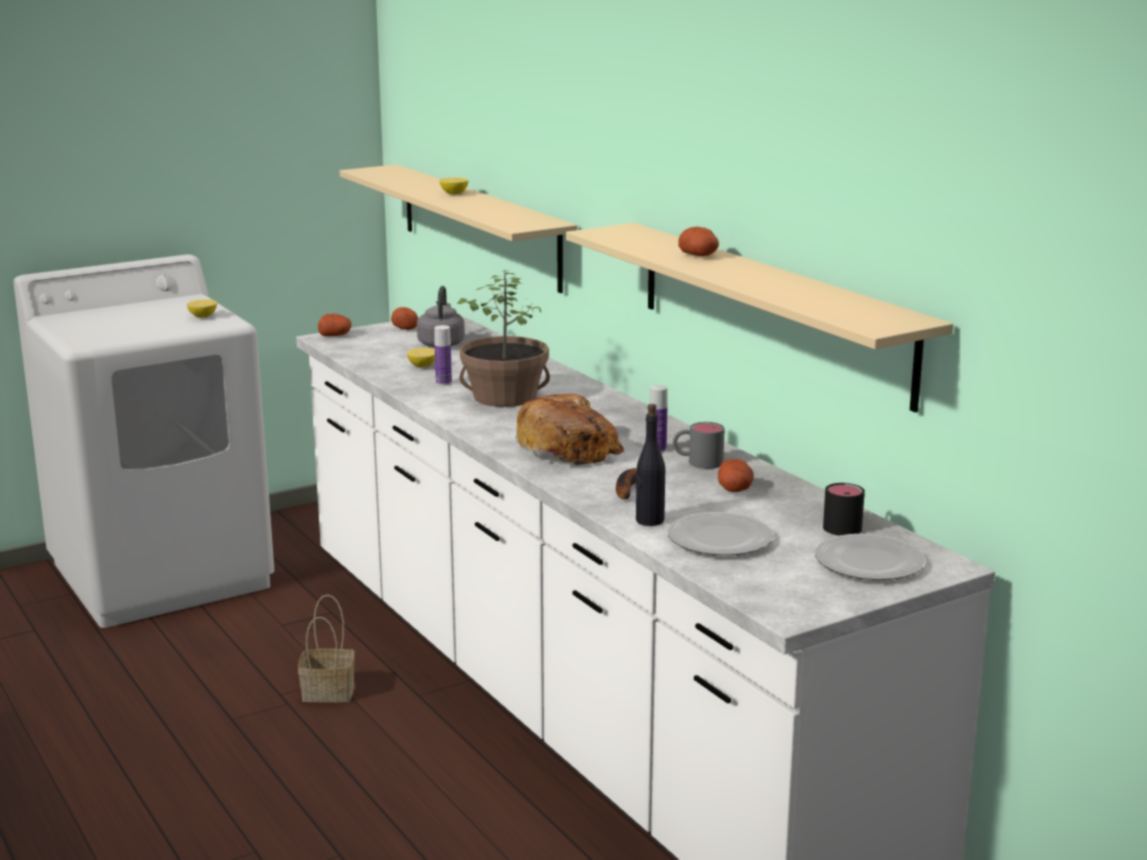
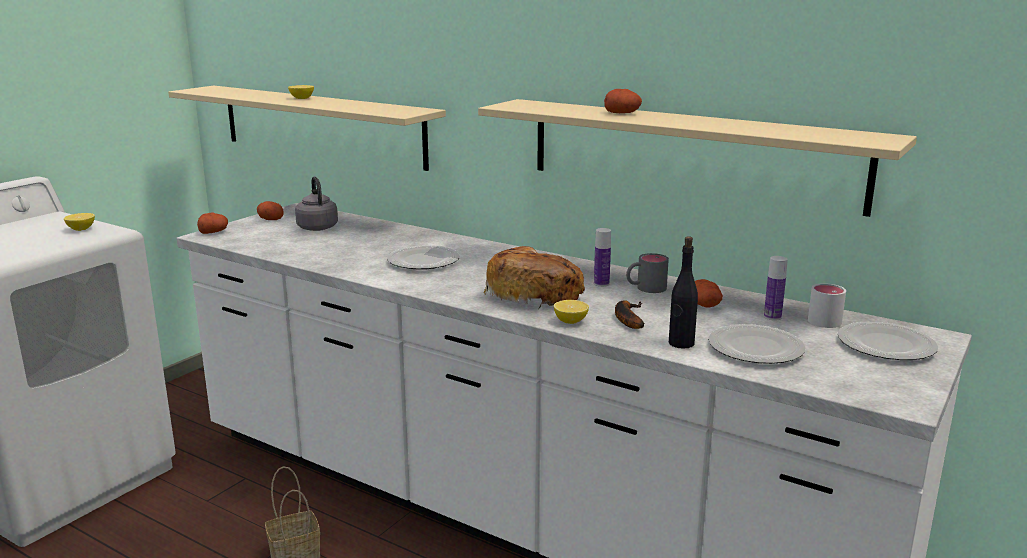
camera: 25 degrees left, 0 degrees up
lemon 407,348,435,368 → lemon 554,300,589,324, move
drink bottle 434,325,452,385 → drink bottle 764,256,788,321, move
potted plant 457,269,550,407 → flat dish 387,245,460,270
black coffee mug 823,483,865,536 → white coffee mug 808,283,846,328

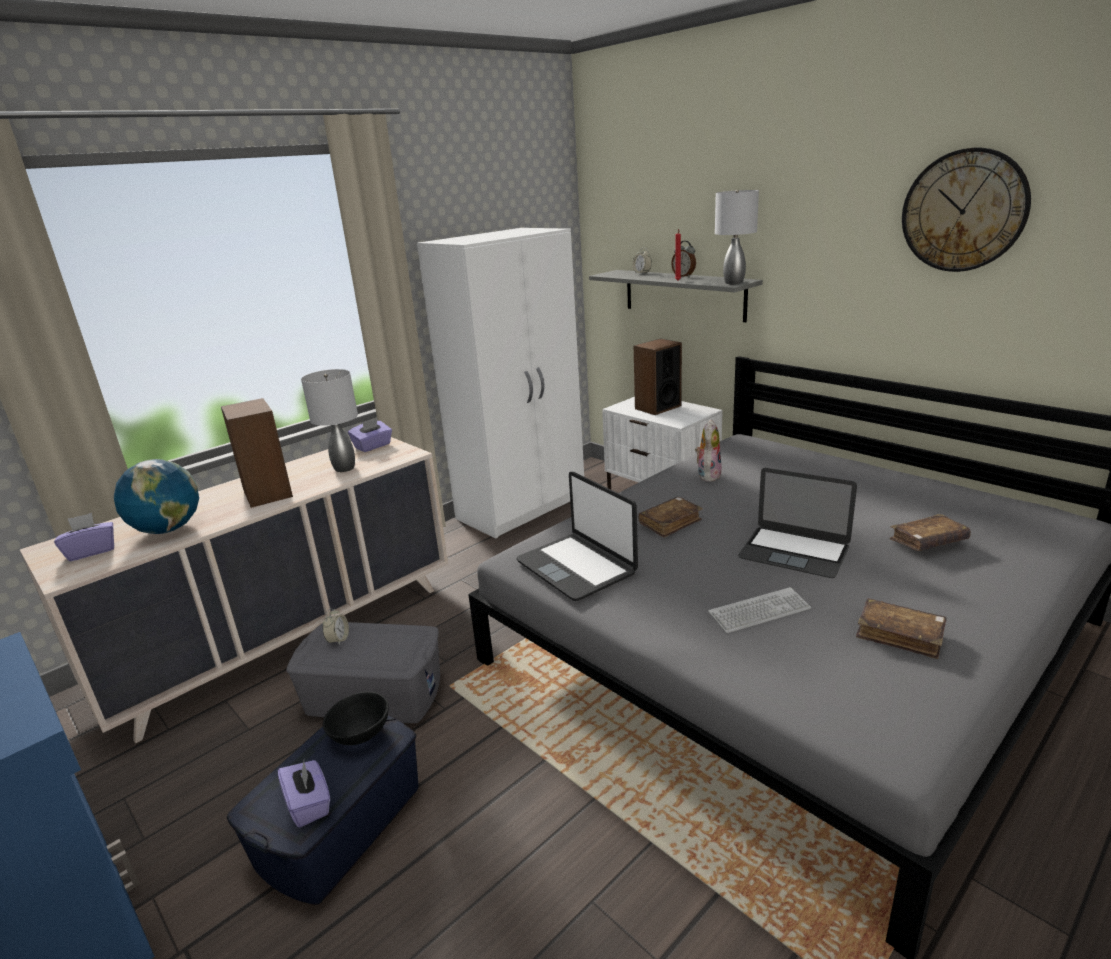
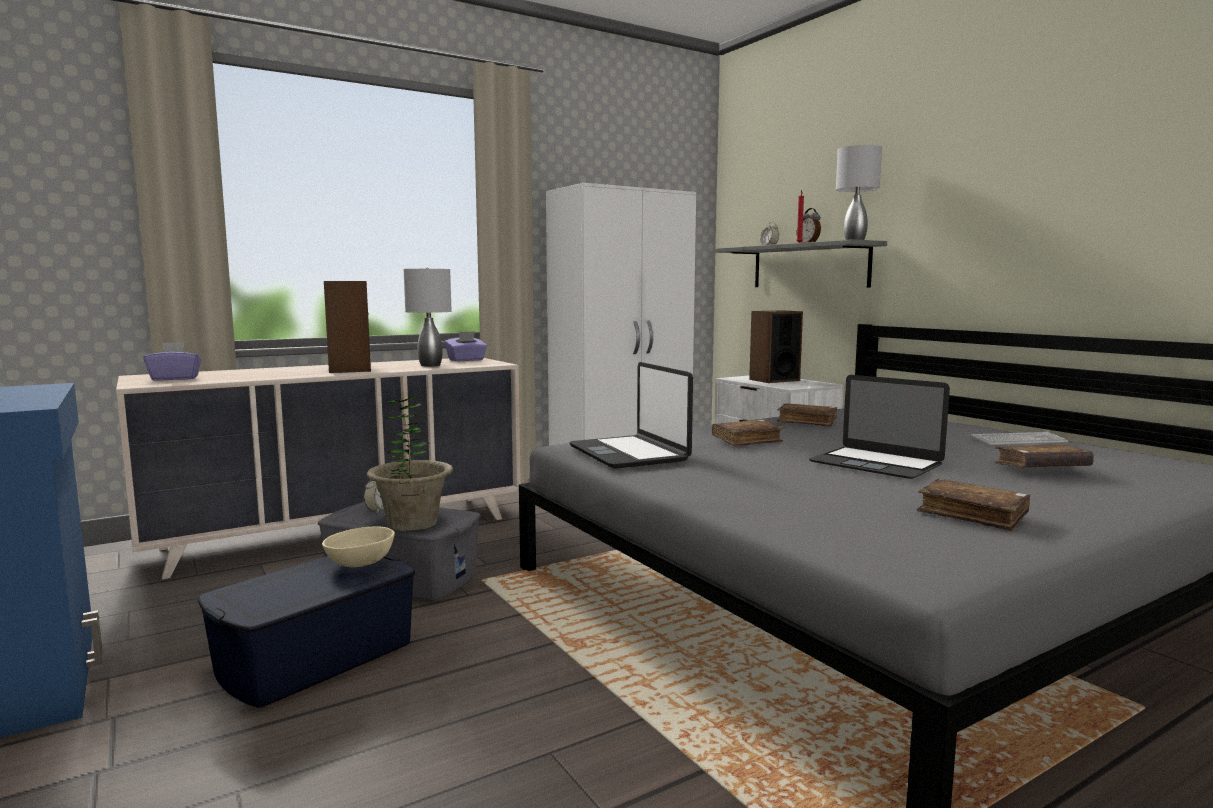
camera: 10 degrees right, 15 degrees down
desk globe 114,459,199,534 → -
purple box of tissues 278,760,330,827 → -
black serving bowl 323,692,389,745 → beige-coloured serving bowl 322,526,395,567
soft toy 695,420,722,482 → brown volume 777,403,838,427
keyboard 708,587,811,633 → keyboard 971,432,1069,445, move
clock on the wall 902,148,1031,272 → -
- → potted plant 367,395,453,531

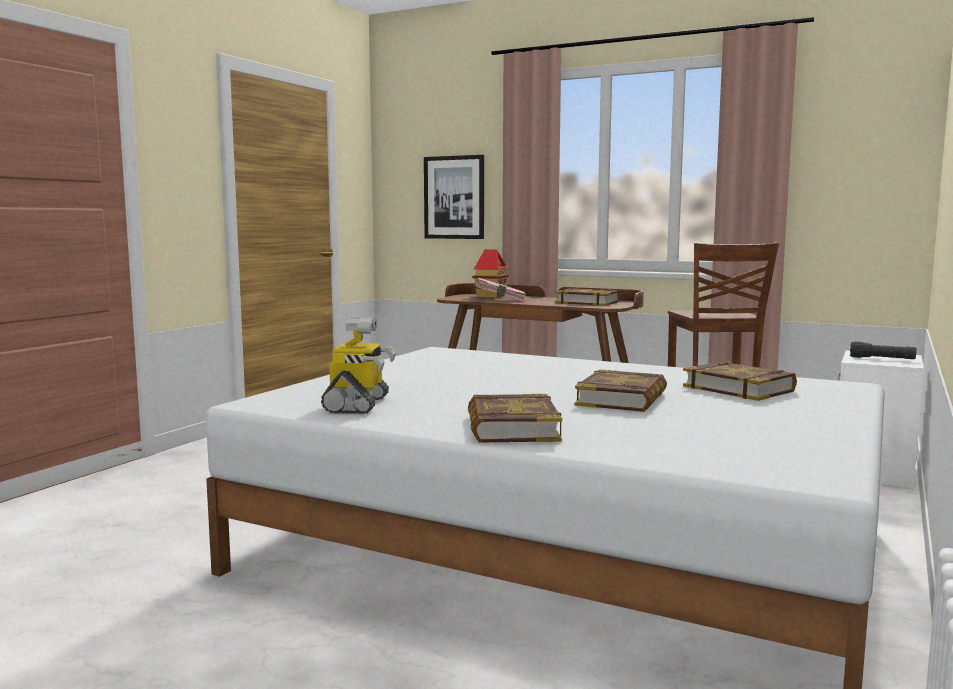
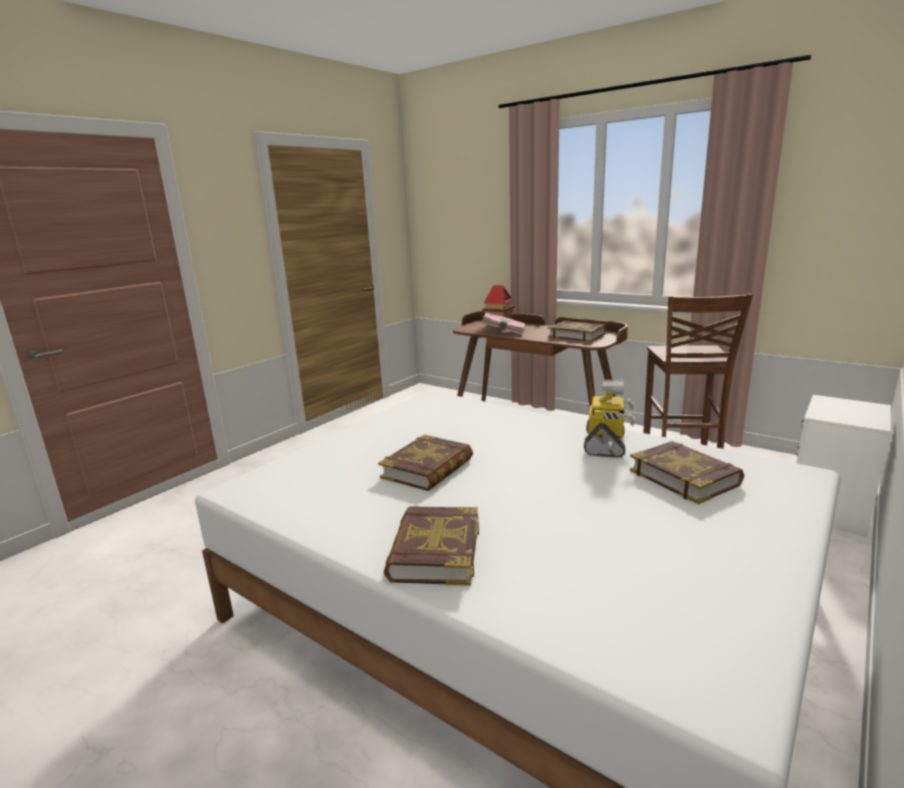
camera: 10 degrees right, 10 degrees up
model robot 321,317,396,414 → model robot 584,379,635,458, move
wall picture 424,155,484,239 → -
volume 575,369,667,412 → volume 378,434,473,491, move
black hand torch 850,341,916,359 → -

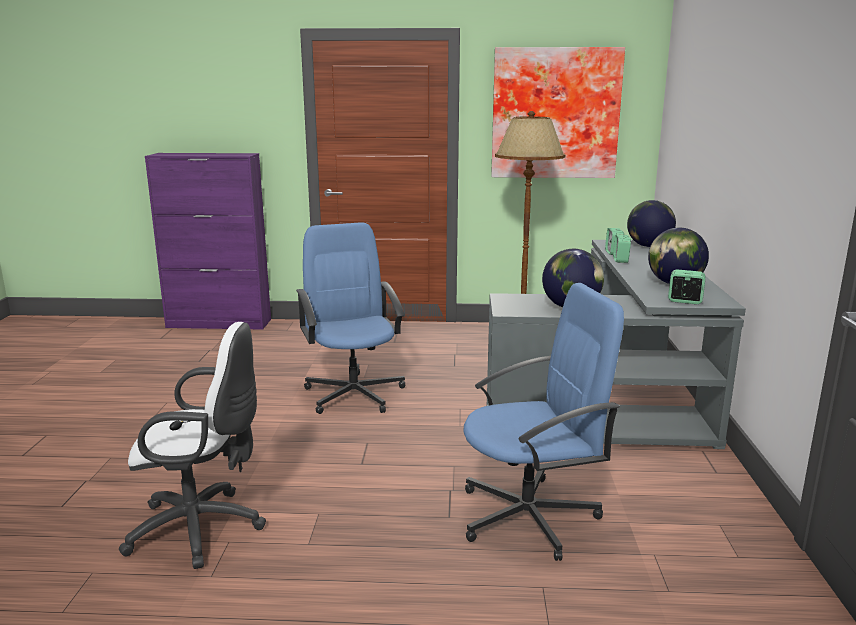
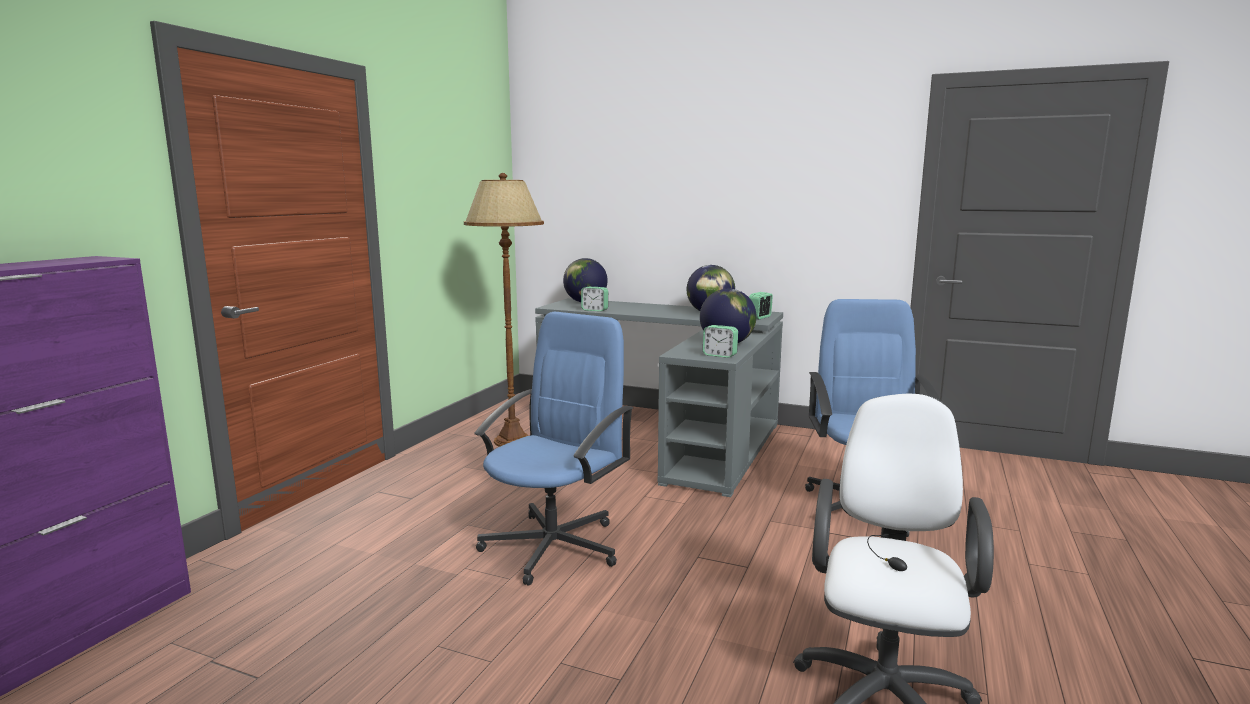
camera: 70 degrees left, 5 degrees down
bluish desk chair 296,222,405,414 → bluish desk chair 474,311,634,586, 120 degrees clockwise
wall picture 491,47,625,178 → -
bedside clock 613,234,631,263 → bedside clock 703,325,738,358, move

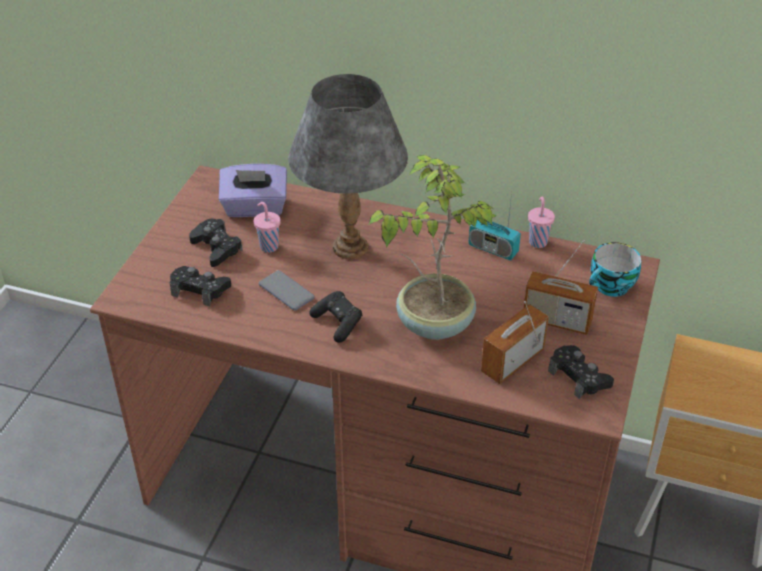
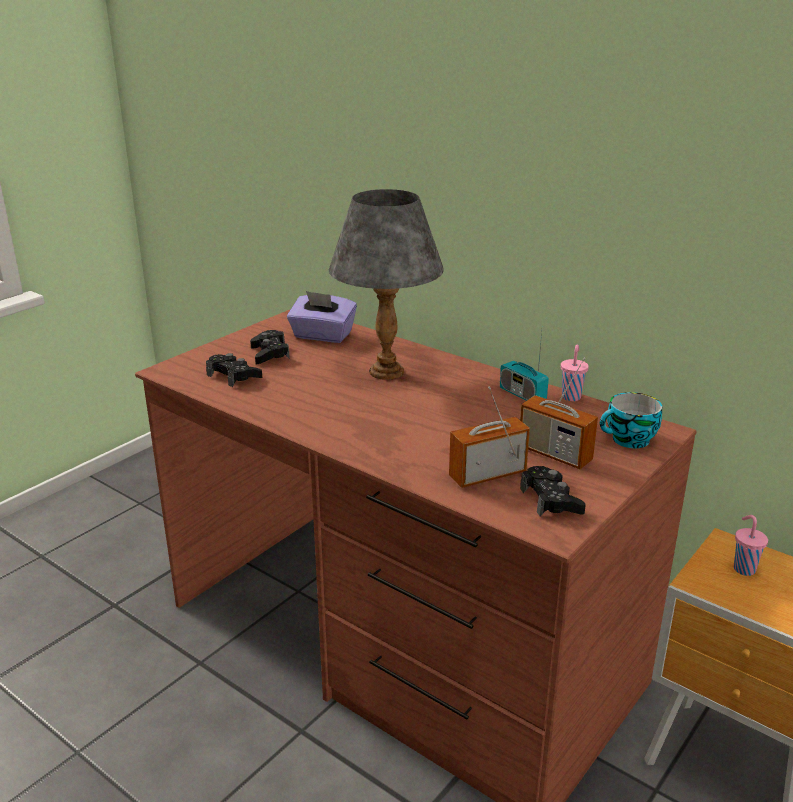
camera: 20 degrees right, 15 degrees down
pink drinking cup 254,202,281,253 → pink drinking cup 734,515,768,576, move
telephone 259,270,314,310 → -
black gamepad 310,291,363,343 → -
potted plant 368,155,496,340 → -

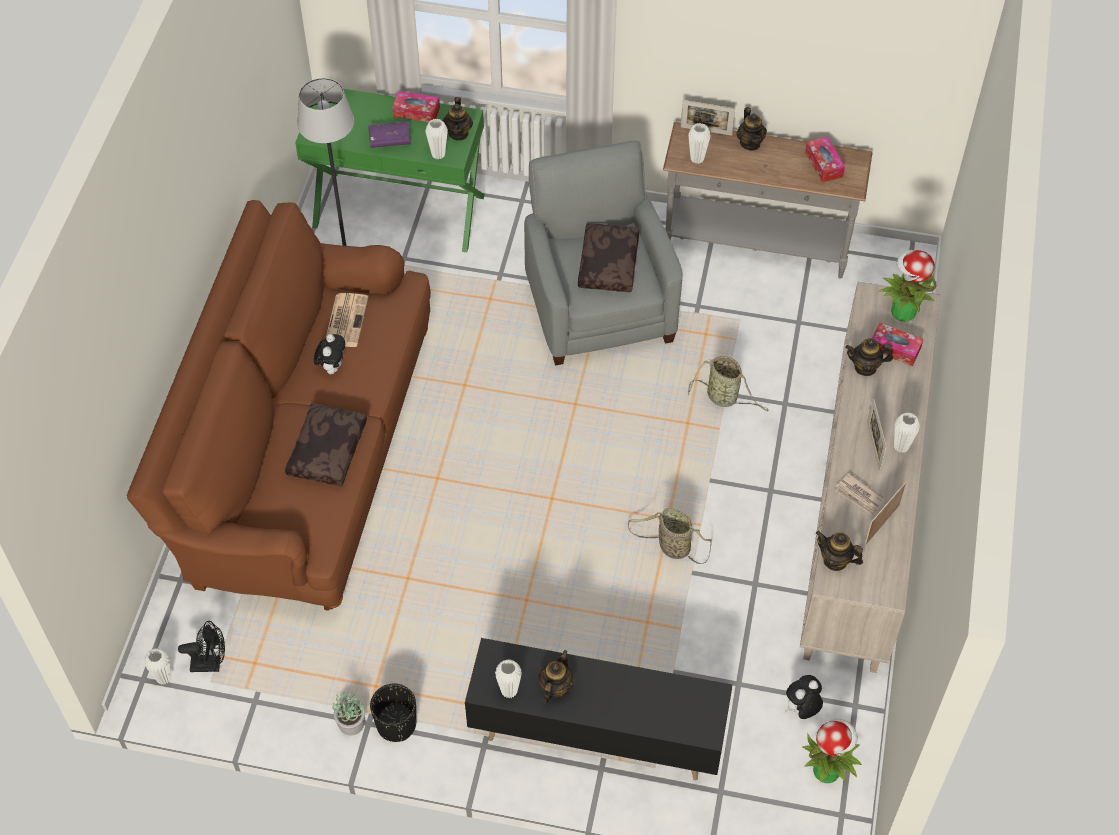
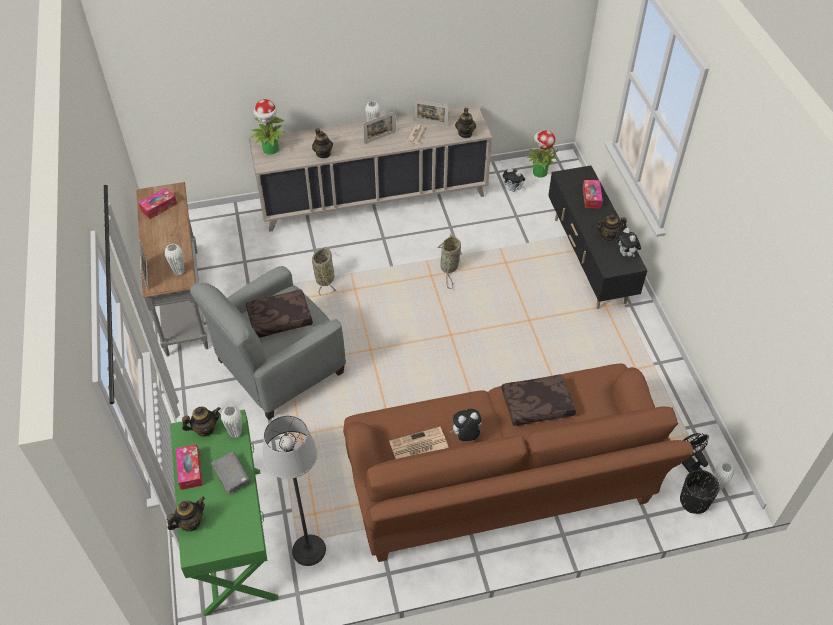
camera: 115 degrees left, 5 degrees down
potted plant 332,690,365,735 → -
purple volume 368,121,411,148 → gray volume 211,451,251,495
black flower pot 370,684,416,742 → black flower pot 680,470,720,514, move
white flower vase 495,659,522,698 → soft toy 616,228,641,257
pot for tea 737,107,767,151 → pot for tea 167,497,205,531, move
box of tissues 872,323,924,366 → box of tissues 583,180,603,209, move

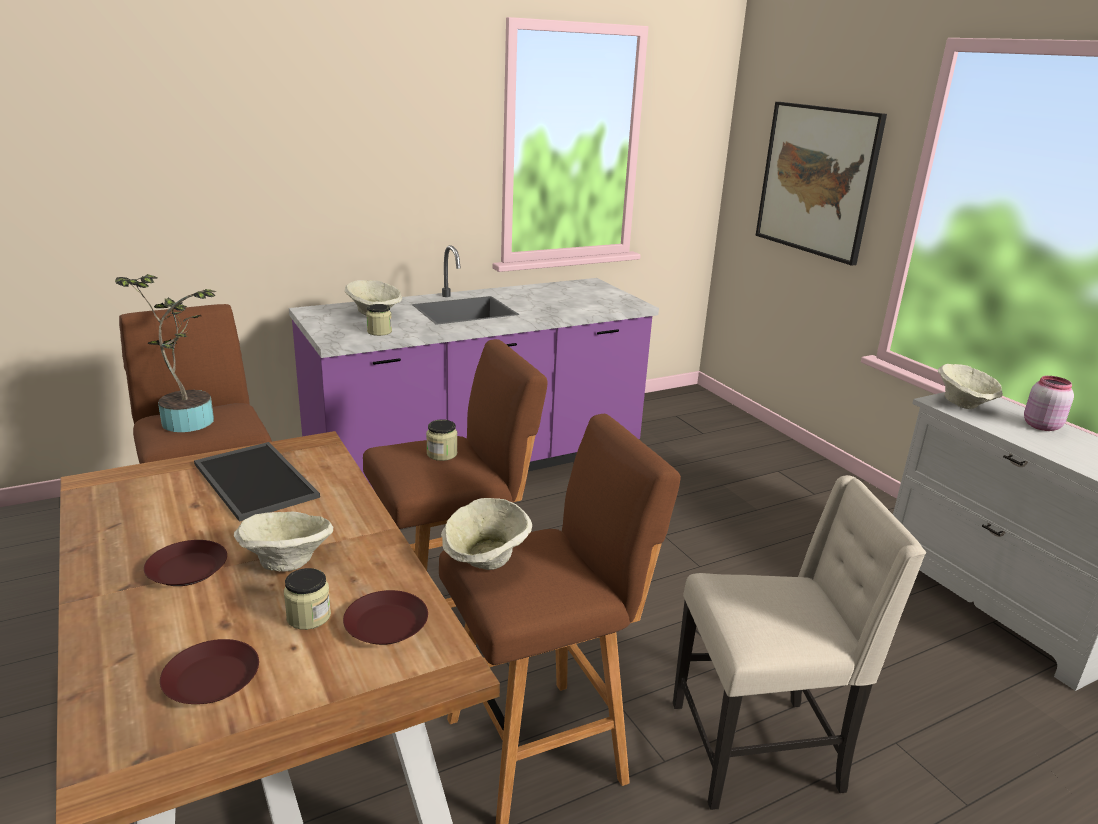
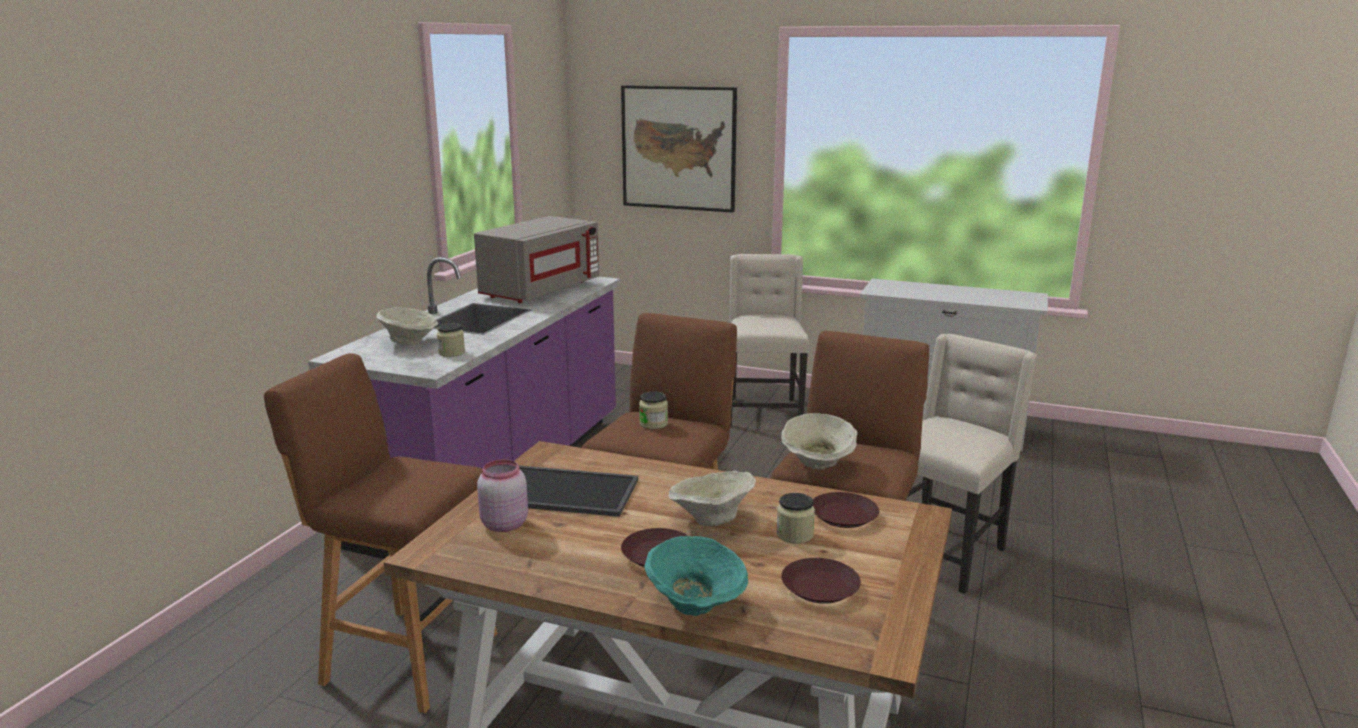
camera: 40 degrees left, 5 degrees down
potted plant 115,274,216,432 → -
beige-coloured serving bowl 938,364,1003,409 → -
pink storage jar 1024,376,1074,431 → pink storage jar 477,459,528,532, move
- → gray microwave oven 474,216,599,303
- → turquoise-coloured serving bowl 644,536,748,616
- → beige-coloured upright chair 729,254,809,426

